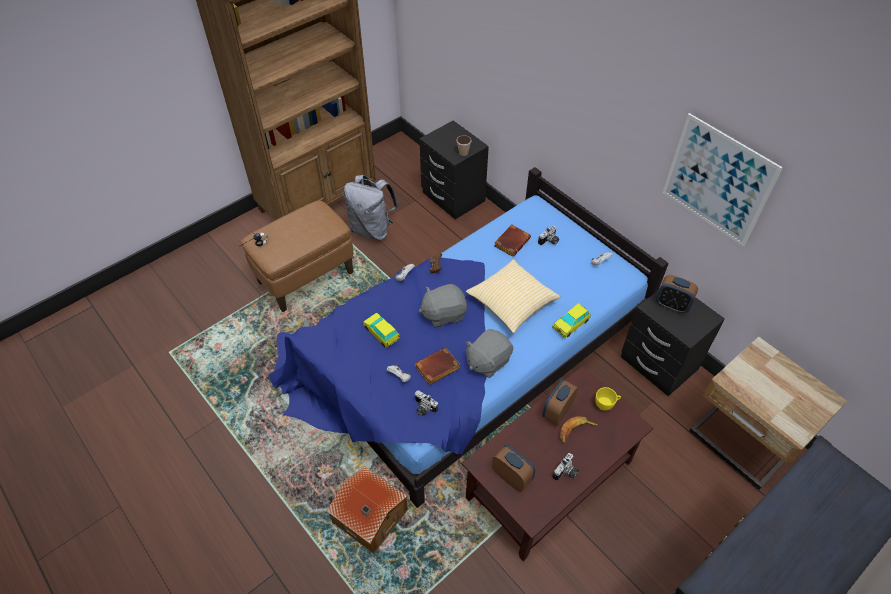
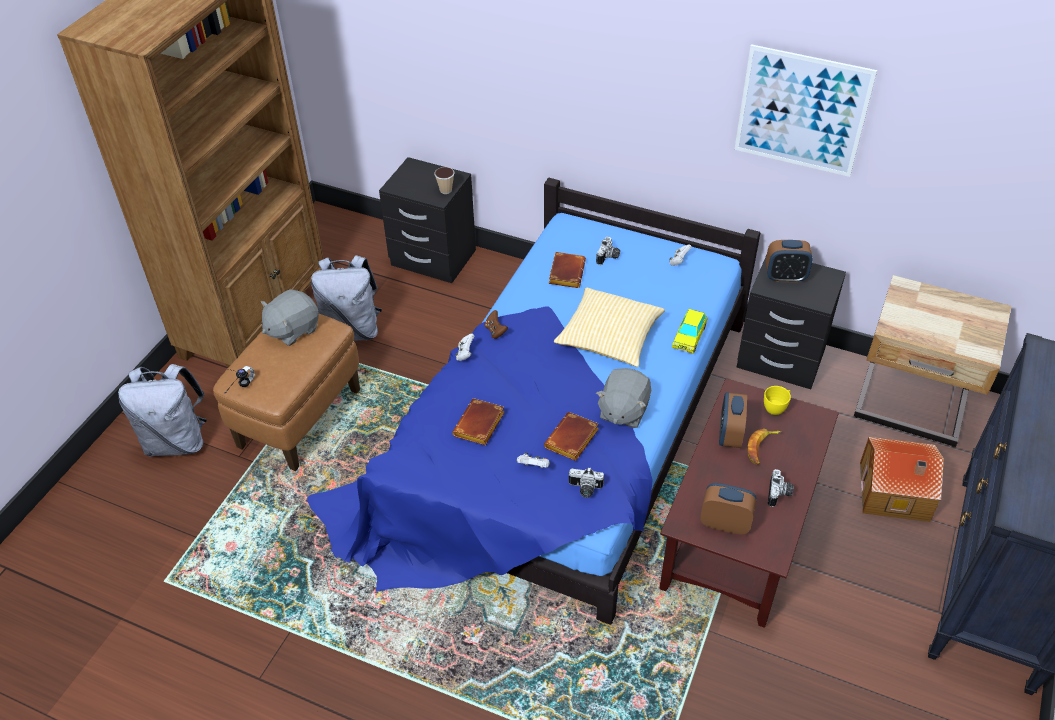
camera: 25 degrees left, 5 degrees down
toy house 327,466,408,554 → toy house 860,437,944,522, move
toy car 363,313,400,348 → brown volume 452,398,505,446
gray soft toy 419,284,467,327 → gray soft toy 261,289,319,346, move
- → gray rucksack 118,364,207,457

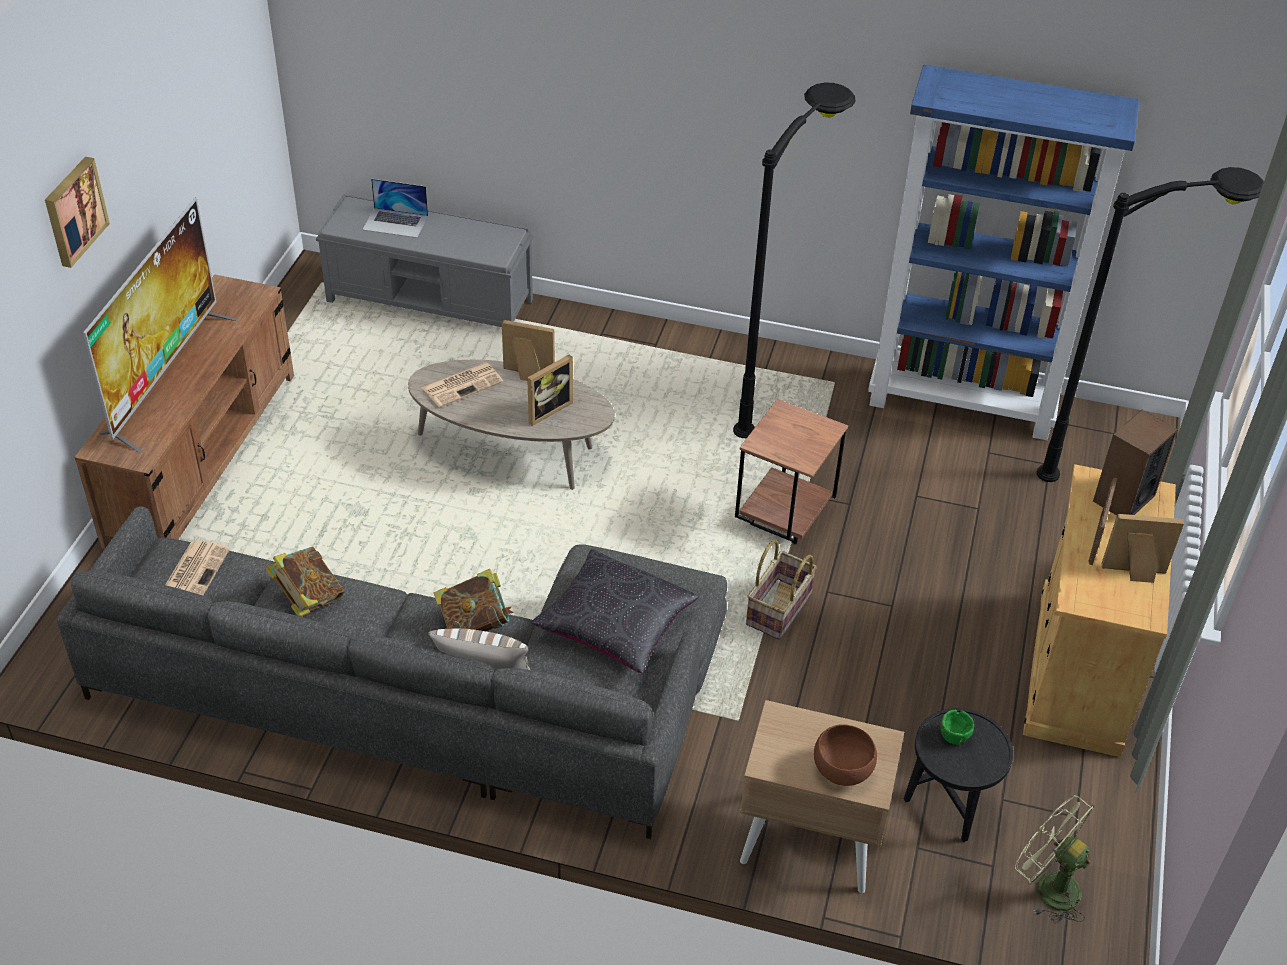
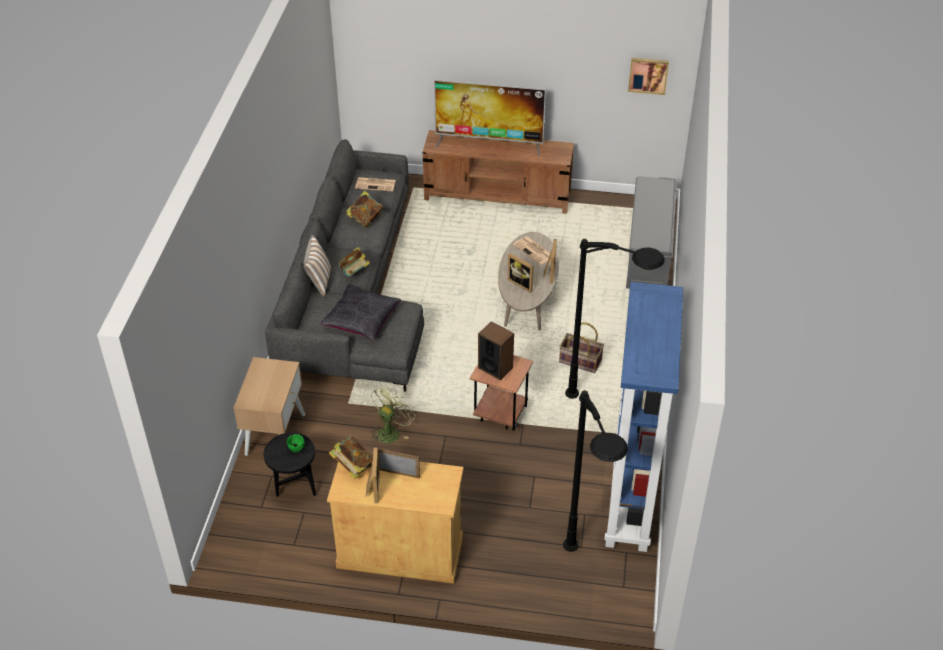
camera: 85 degrees right, 0 degrees up
wall picture 45,157,110,268 → wall picture 628,58,669,95, move
portable computer 362,179,428,238 → -
storage basket 746,540,817,640 → storage basket 559,322,604,373, move
brown serving bowl 814,724,877,786 → -
greenish electric fan 1015,795,1095,923 → greenish electric fan 370,385,416,444, move
loudspeaker 1093,410,1178,515 → loudspeaker 478,321,514,380, move
- → volume 329,436,373,479

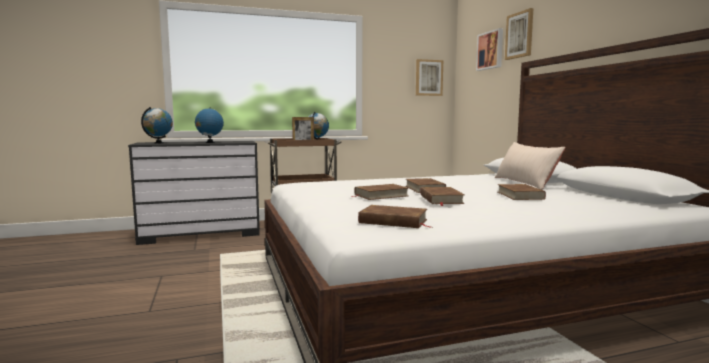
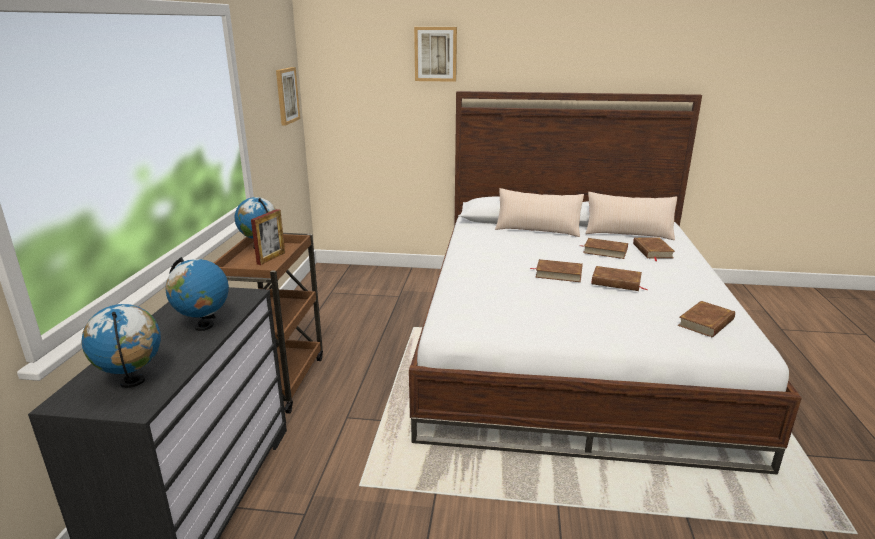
camera: 65 degrees left, 15 degrees up
brown volume 352,184,408,200 → brown volume 633,237,675,261, move
wall picture 476,28,503,71 → -
- → beige-coloured cushion 585,192,677,240

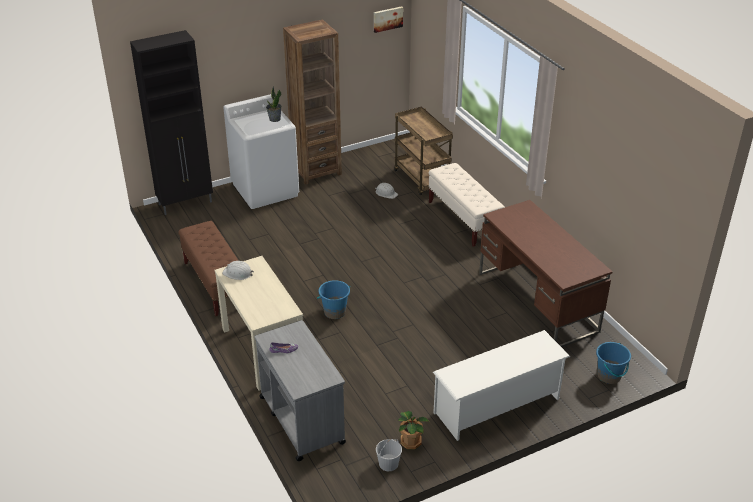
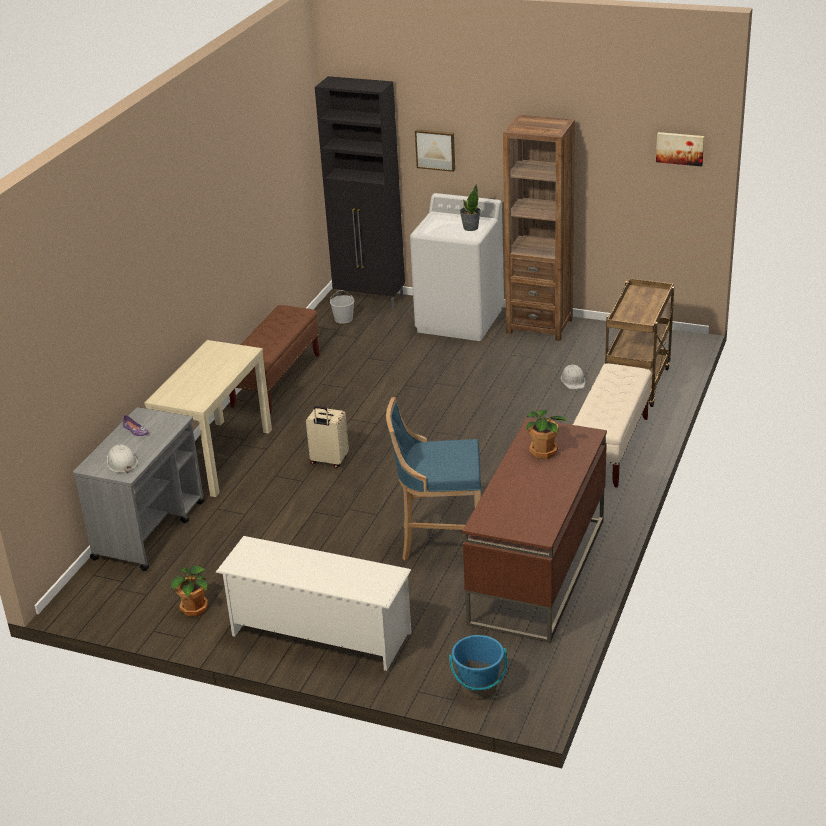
camera: 50 degrees right, 5 degrees down
white safety helmet 222,261,254,280 → white safety helmet 107,444,138,473, move
bluish water bucket 317,280,351,319 → beige-coloured suitcase 306,406,349,468
white water bucket 376,439,402,471 → white water bucket 330,290,355,324, move
- → bluish sitting stool 386,397,481,560
- → wall picture 415,129,455,172
- → potted plant 526,410,568,459

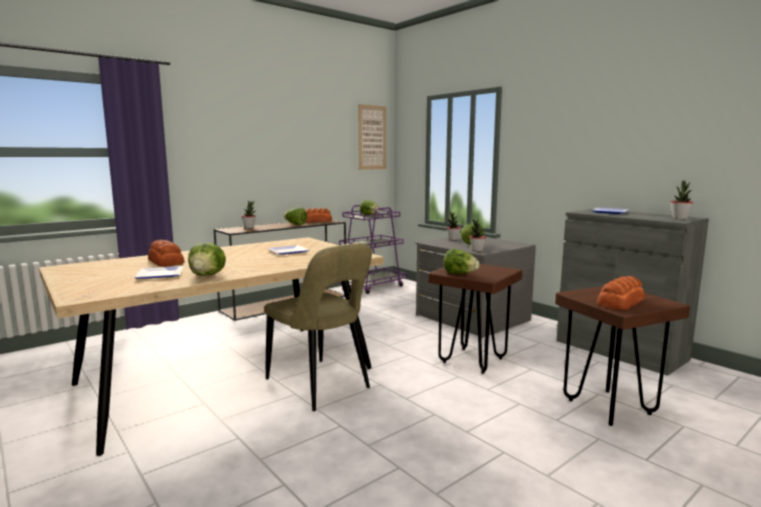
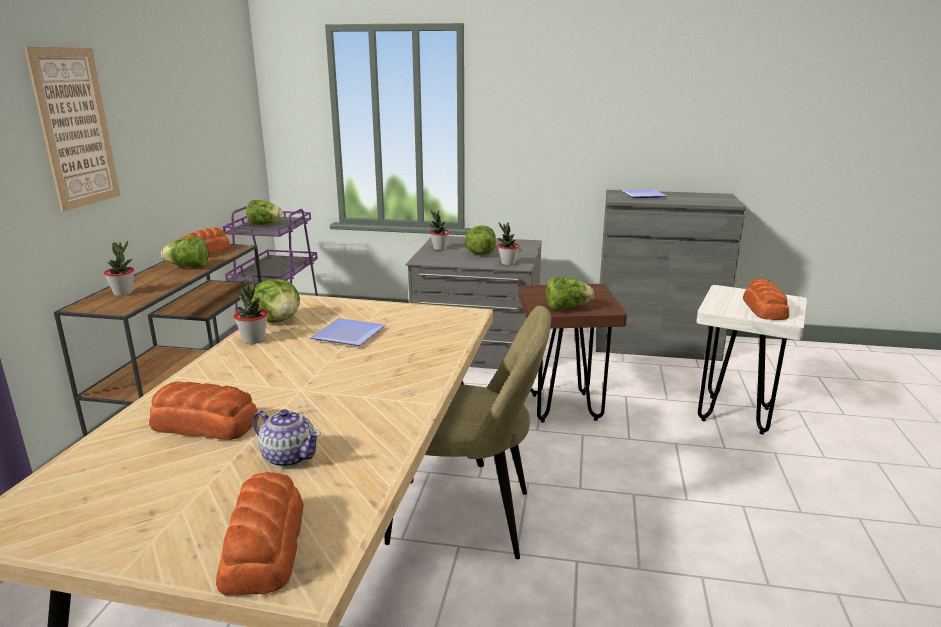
camera: 40 degrees left, 10 degrees up
flat dish 134,266,184,279 → pot for tea 253,409,321,467
lettuce 188,242,226,276 → lettuce 252,279,300,323, move
wall picture 358,104,386,170 → wall picture 24,46,120,212, move
brown sitting stool 555,286,690,426 → white sitting stool 696,285,807,435
potted plant 670,180,693,219 → potted plant 234,281,268,344, move
- → baked bread 216,472,304,596

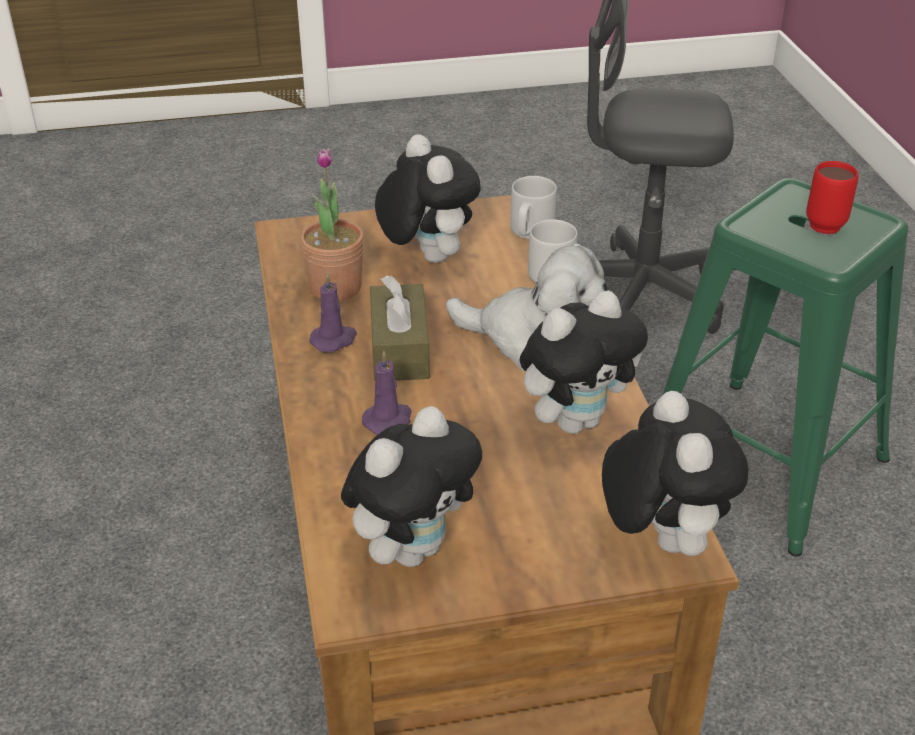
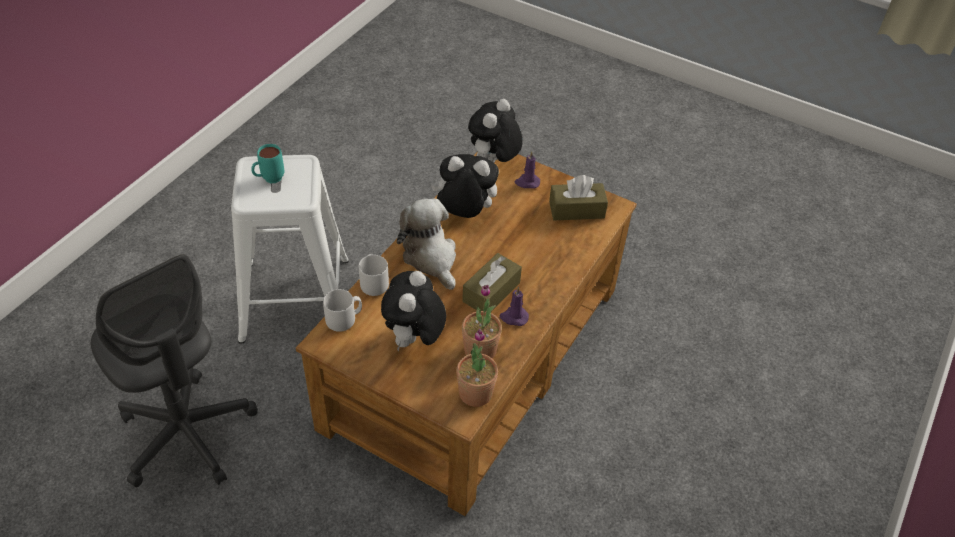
camera: 140 degrees left, 10 degrees up
soft toy 341,406,482,567 → brown box of tissues 549,175,608,220
purple wax candle 362,351,412,435 → purple wax candle 515,151,540,189, move
greenish sitting stool 663,178,908,557 → white sitting stool 231,155,349,344
reddish coffee mug 806,161,858,234 → turquoise-coloured coffee mug 251,144,284,183
- → potted plant 456,329,498,407

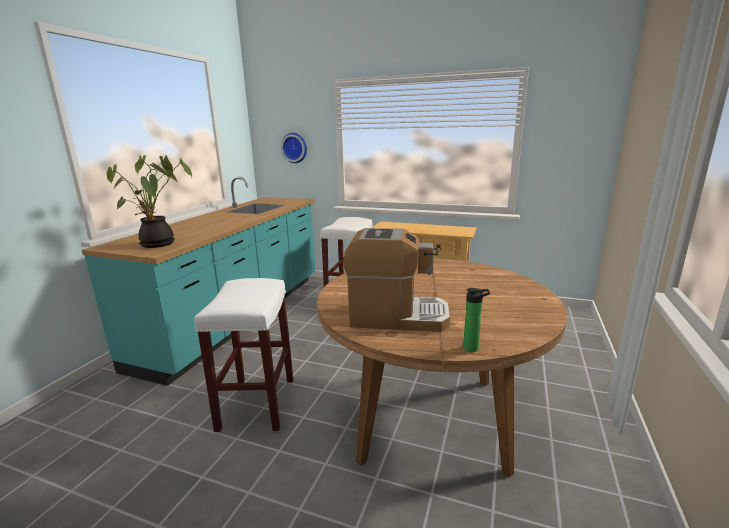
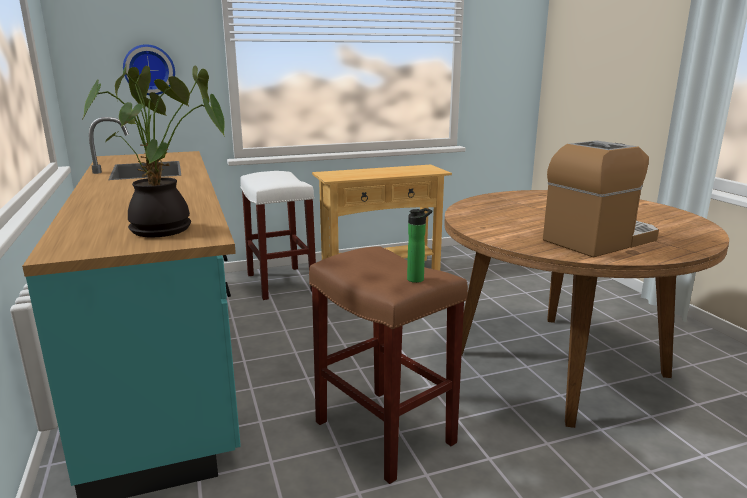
camera: 40 degrees left, 0 degrees up
white sitting stool 194,278,293,432 → brown sitting stool 309,246,468,484
drink bottle 463,288,490,352 → drink bottle 407,208,432,283, move

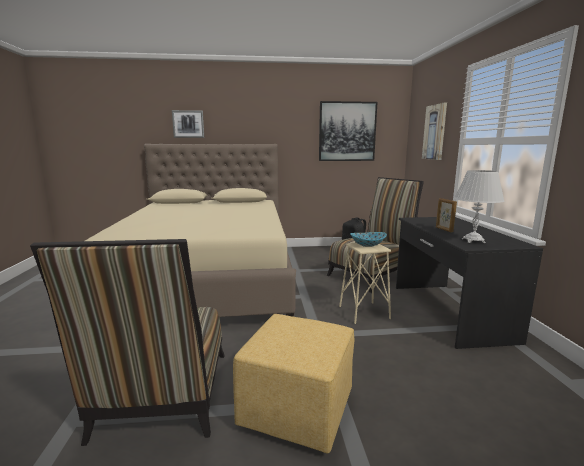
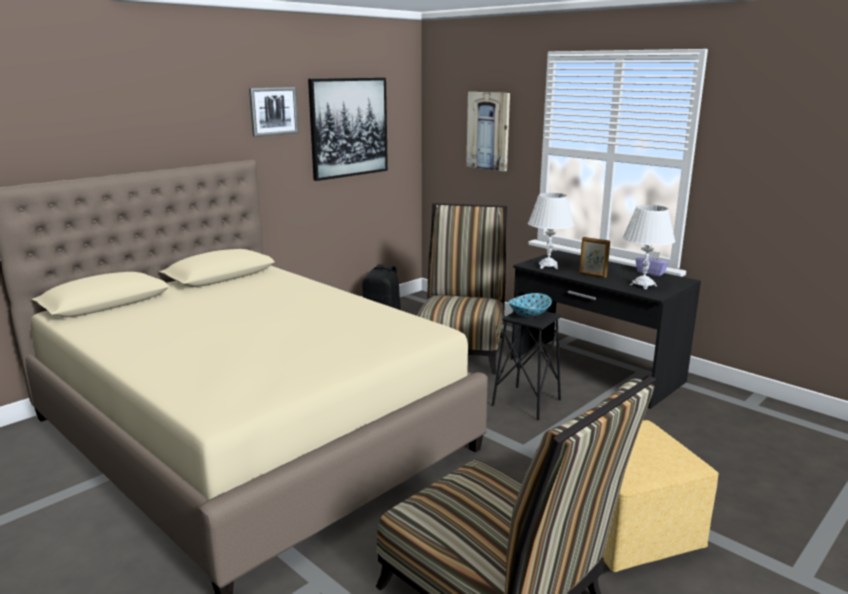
camera: 40 degrees left, 5 degrees up
wall picture 172,110,204,138 → wall picture 249,87,299,137, move
beige-coloured sitting stool 339,243,391,324 → black sitting stool 492,311,562,420
- → white lamp for a table 528,193,574,269
- → purple box of tissues 636,251,669,276

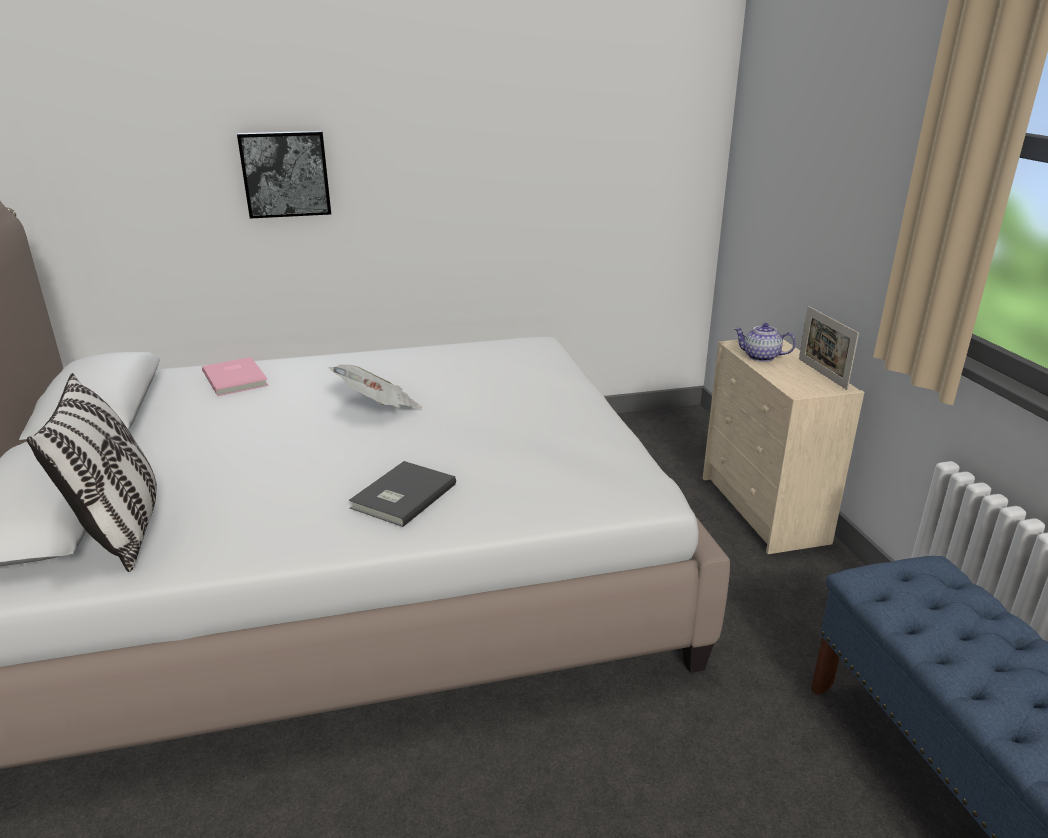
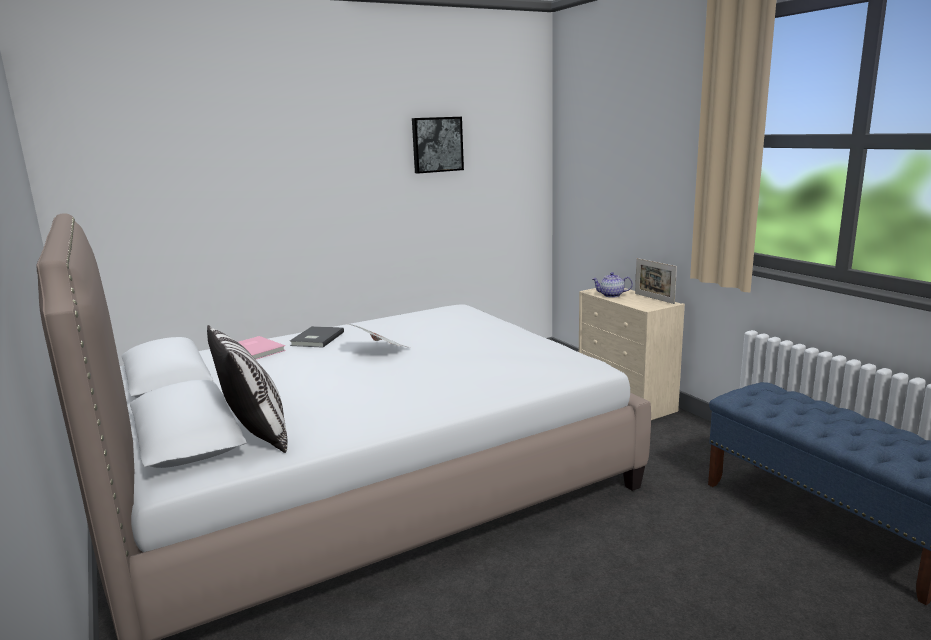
camera: 15 degrees left, 10 degrees down
wall picture 237,131,331,219 → wall picture 412,117,464,174, move
gray volume 349,461,456,527 → gray volume 290,326,344,348, move

